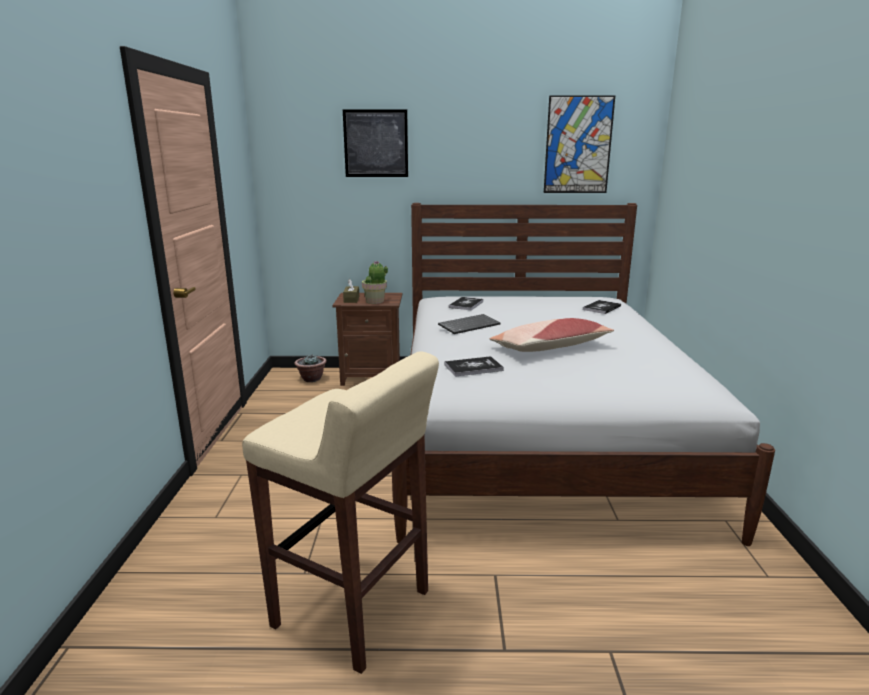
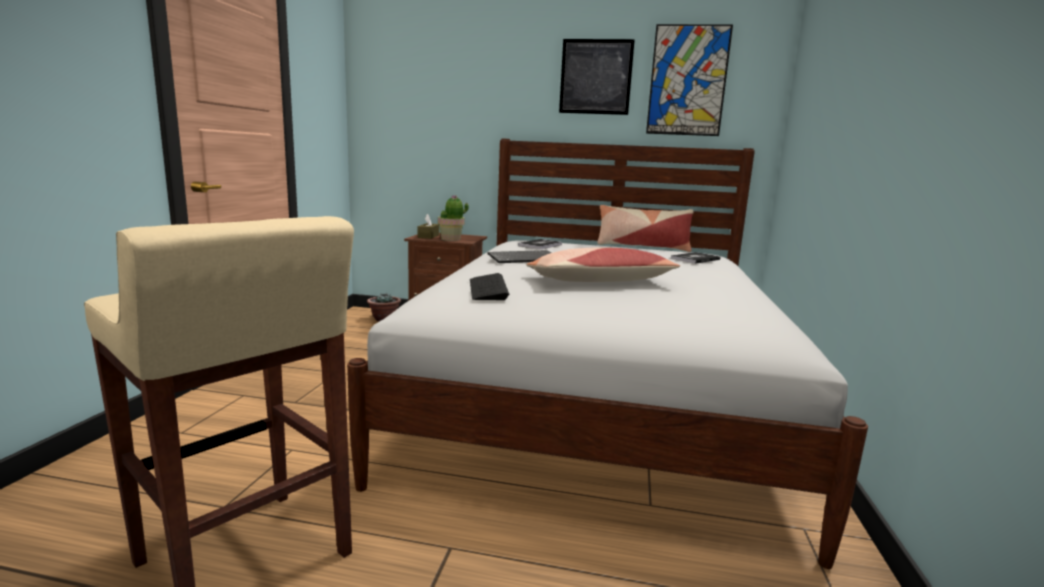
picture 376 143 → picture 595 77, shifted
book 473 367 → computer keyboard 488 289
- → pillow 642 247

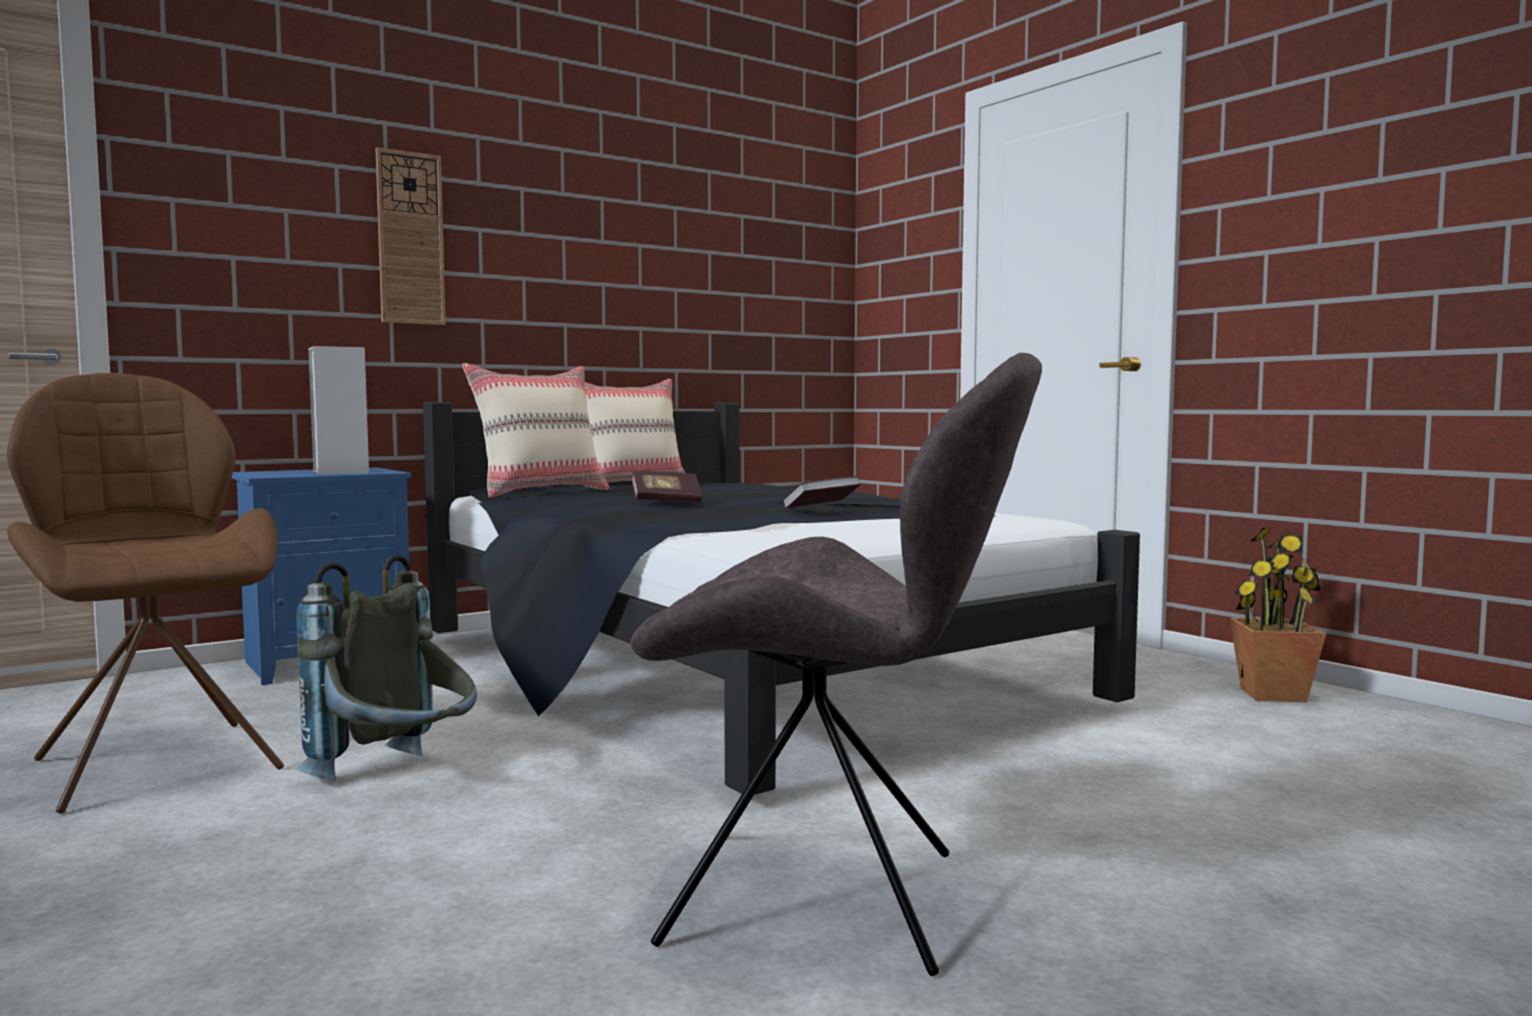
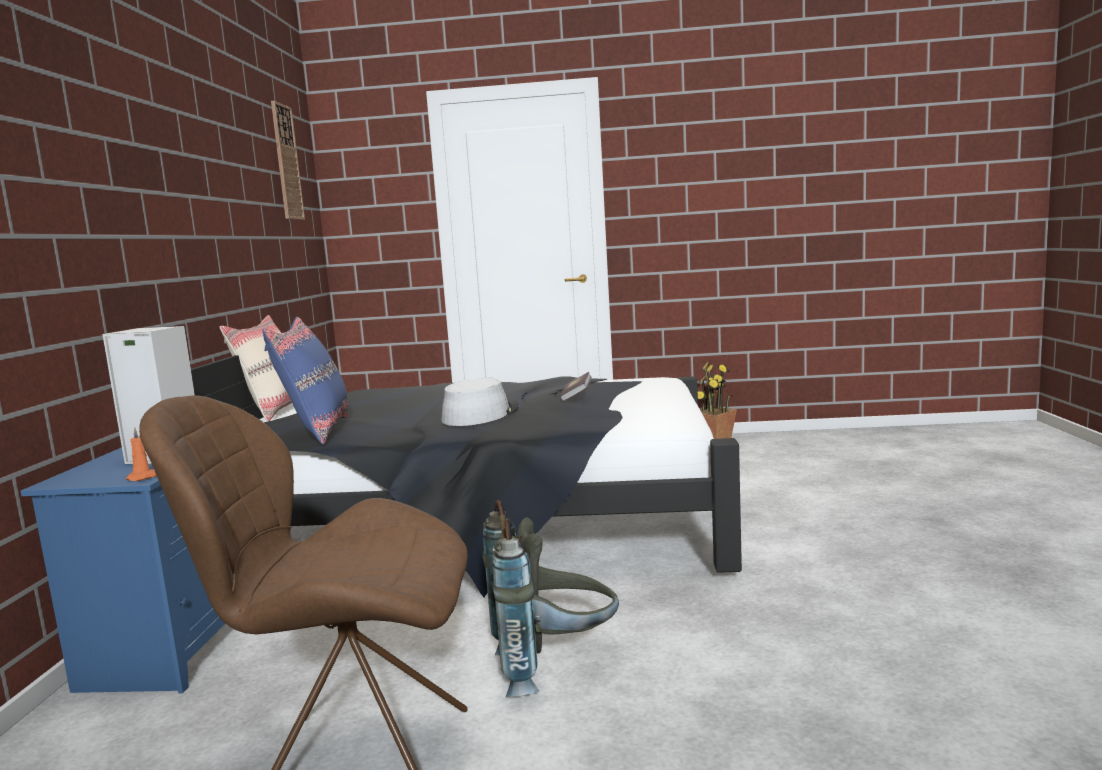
hanging clock 410 238 → hanging clock 286 162, shifted
upright chair (gray) 828 899 → -
pillow (sand-coloured) 540 492 → pillow (blue-coloured) 316 431
book 666 501 → hat (gray) 480 414
- → candle (orange) 144 477

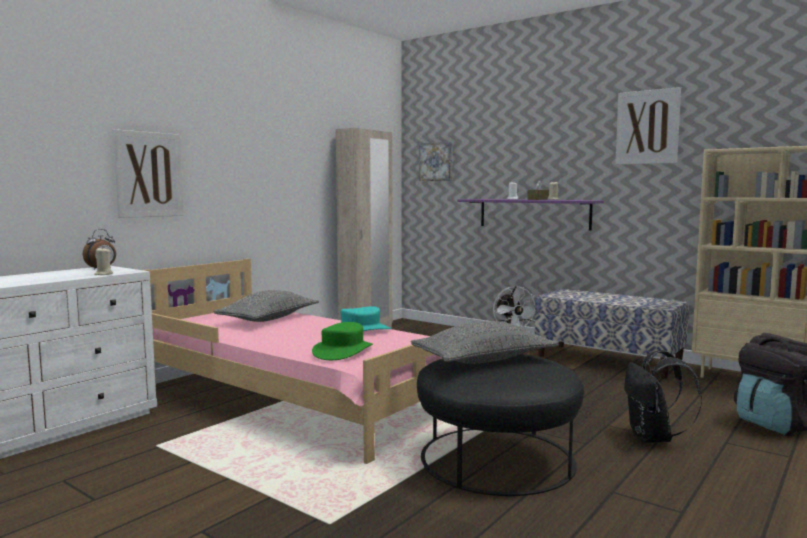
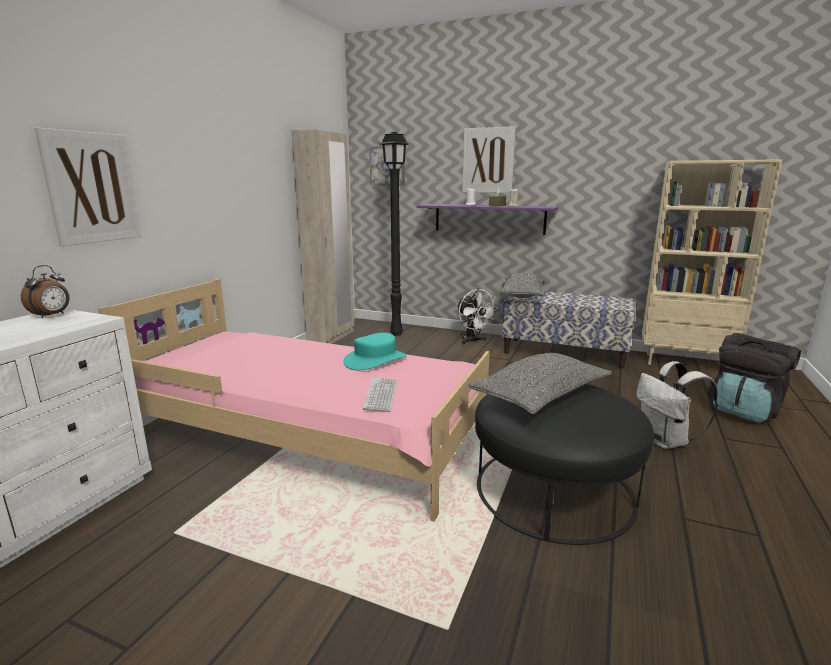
picture 647 127 → picture 488 160, shifted
candle (sand-coloured) 103 274 → -
pillow (gray) 268 319 → pillow (gray) 522 295, shifted
hat (green-coloured) 342 351 → computer keyboard 381 395
knapsack (blackish) 653 438 → knapsack (white-coloured) 666 441
- → standing lamp (blackish) 395 334

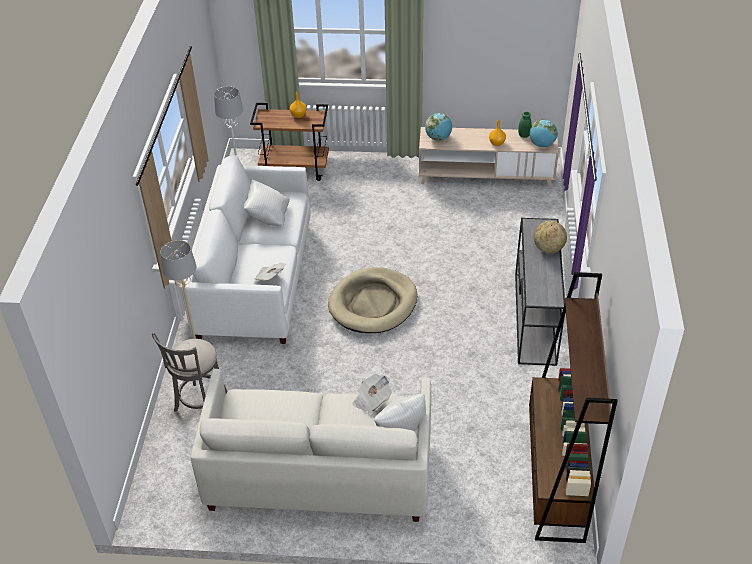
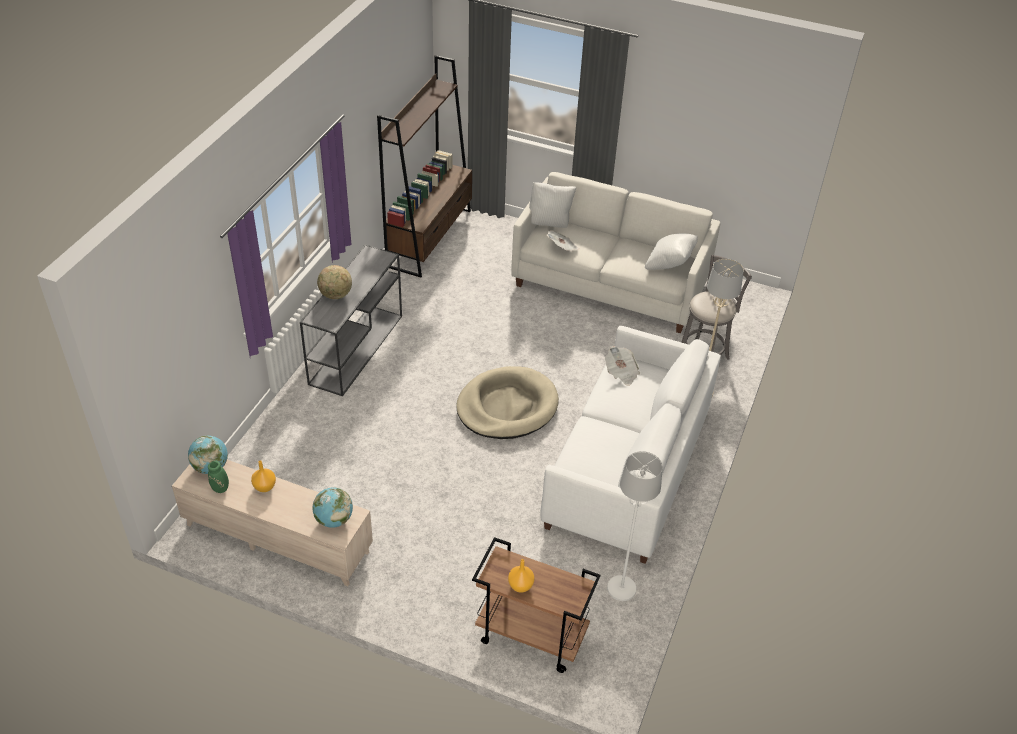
pillow (white-coloured) 268 216 → pillow (white-coloured) 669 264, shifted

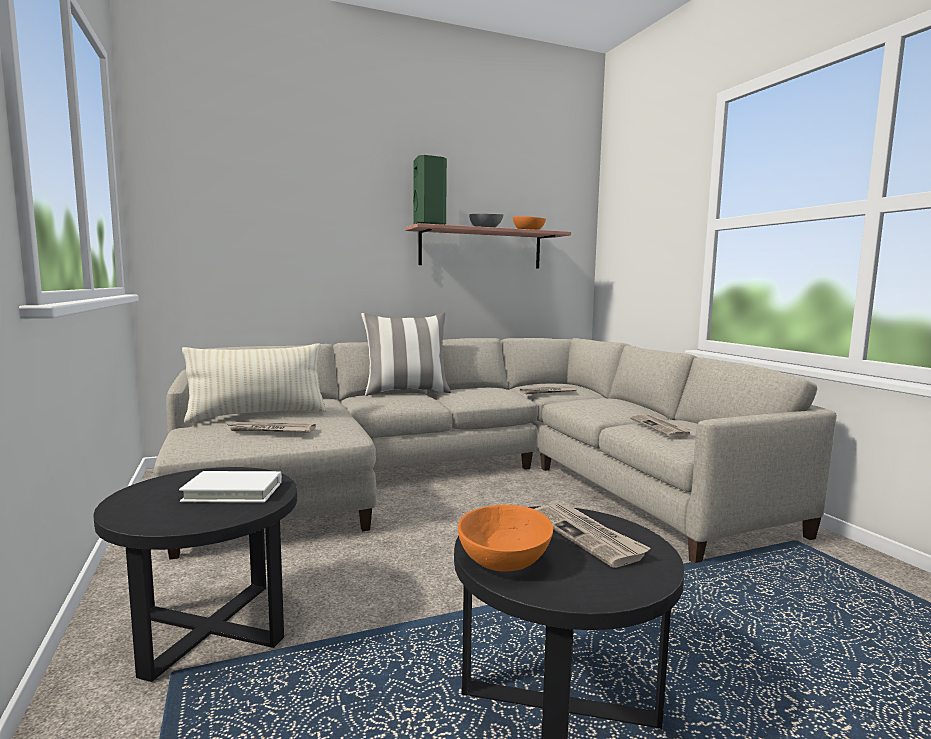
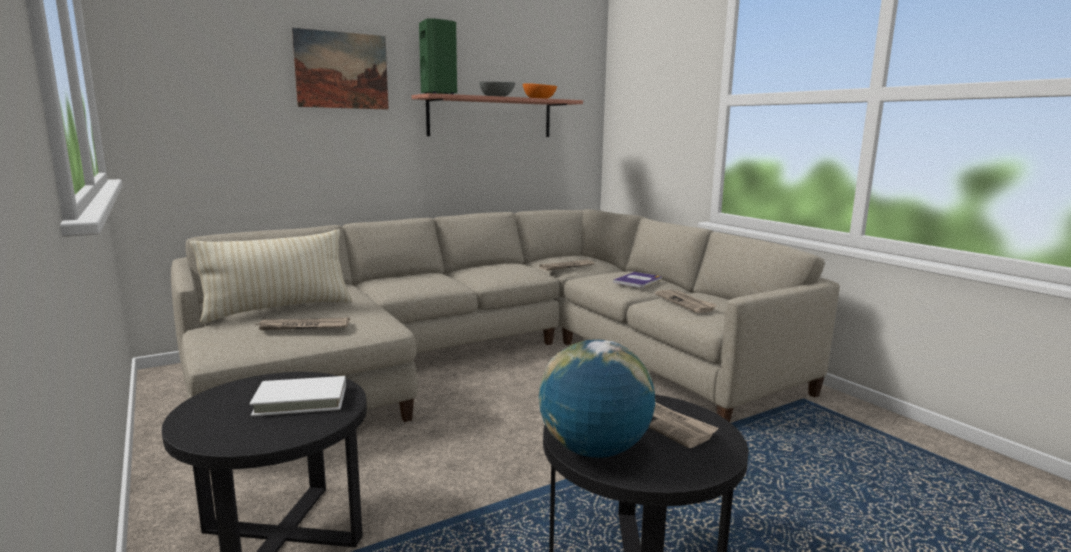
pillow 406 392 → -
deep dish (orange) 503 561 → desk globe 594 450
- → picture 342 70
- → book 638 280

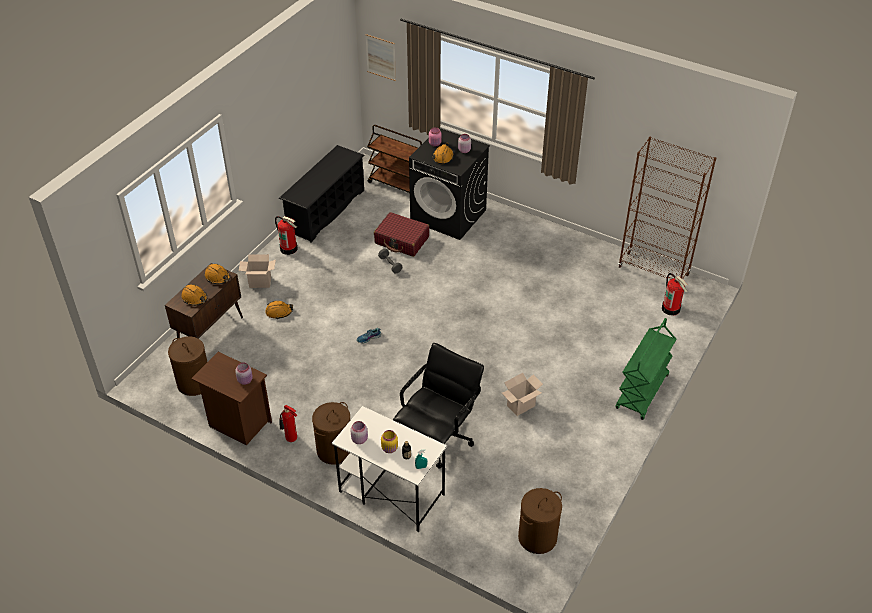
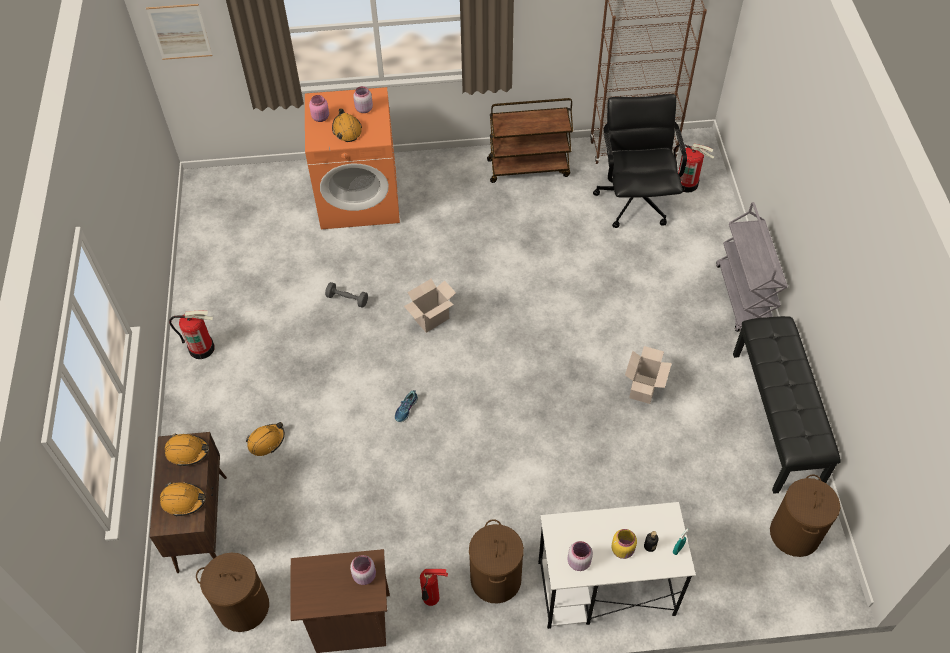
cart (brown-coloured) 398 185 → cart (brown-coloured) 529 167, shifted
laundry appliance (blackish) 449 215 → laundry appliance (orange) 359 198
shoe rack (blackish) 325 211 → -
travel case (red-coloured) 402 240 → -
cardboard box 259 283 → cardboard box 431 320, shifted
cart (green-coloured) 642 392 → cart (gray) 744 297
desk chair (blackish) 438 438 → desk chair (blackish) 635 200, shifted
- → bench (blackish) 776 418

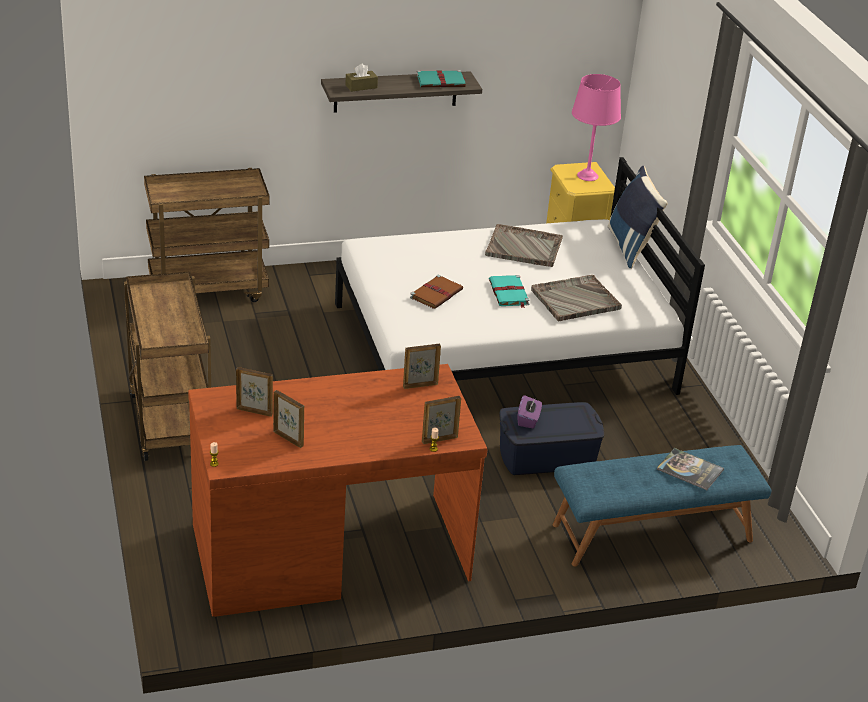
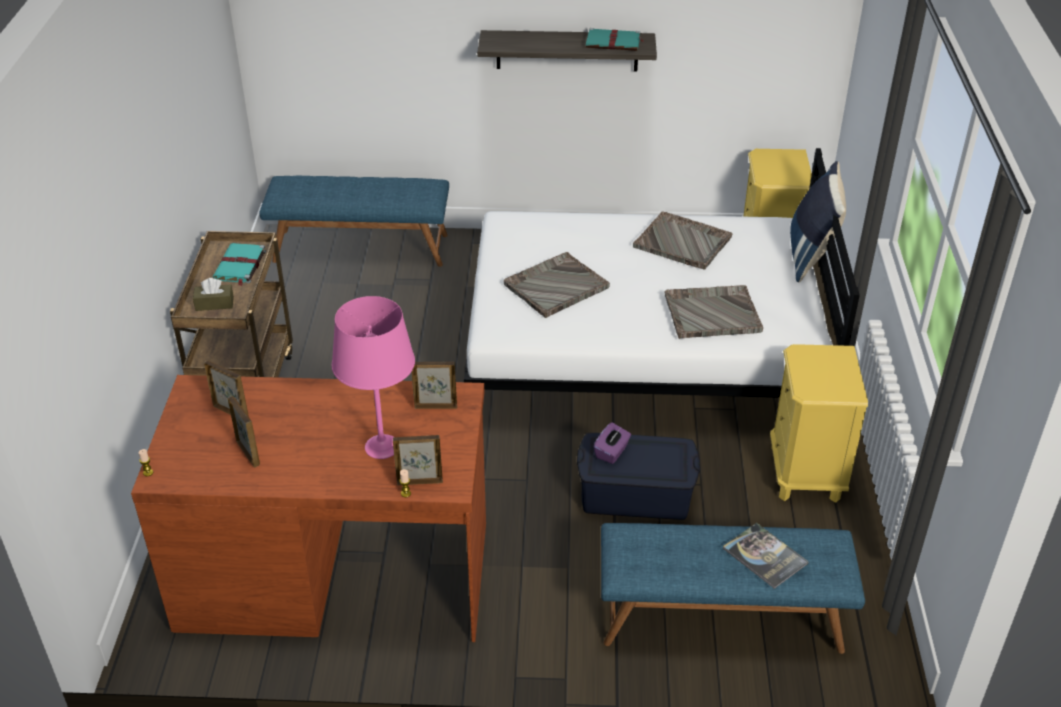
tissue holder (brown-coloured) 361 86 → tissue holder (brown-coloured) 214 304, shifted
tabletop lamp (pink-coloured) 588 176 → tabletop lamp (pink-coloured) 382 447, shifted
cart (brown-coloured) 208 290 → bench (blue-coloured) 361 247
book (brown-coloured) 437 293 → serving tray (gray) 555 286
book (blue-green) 509 293 → book (blue-green) 239 266, shifted
- → nightstand (yellow-coloured) 806 473

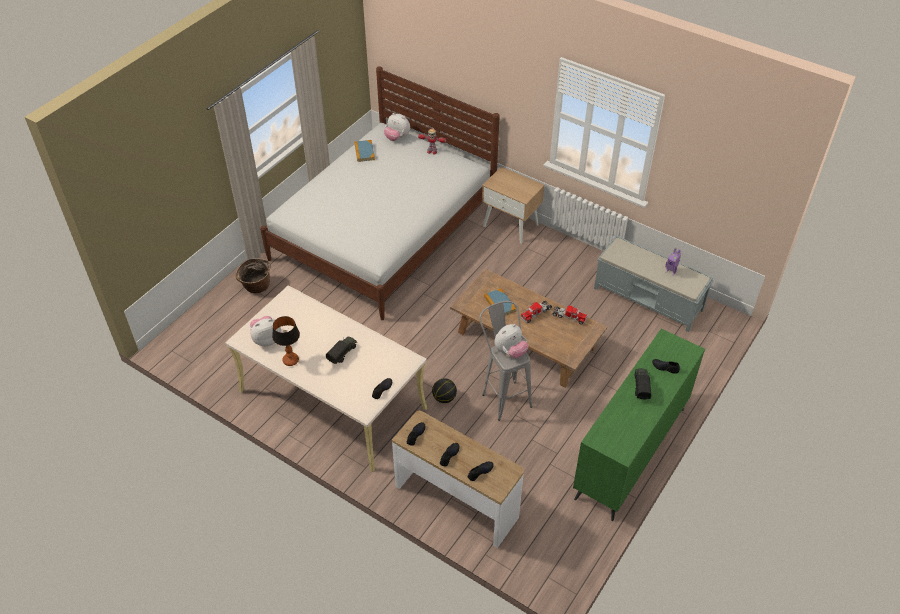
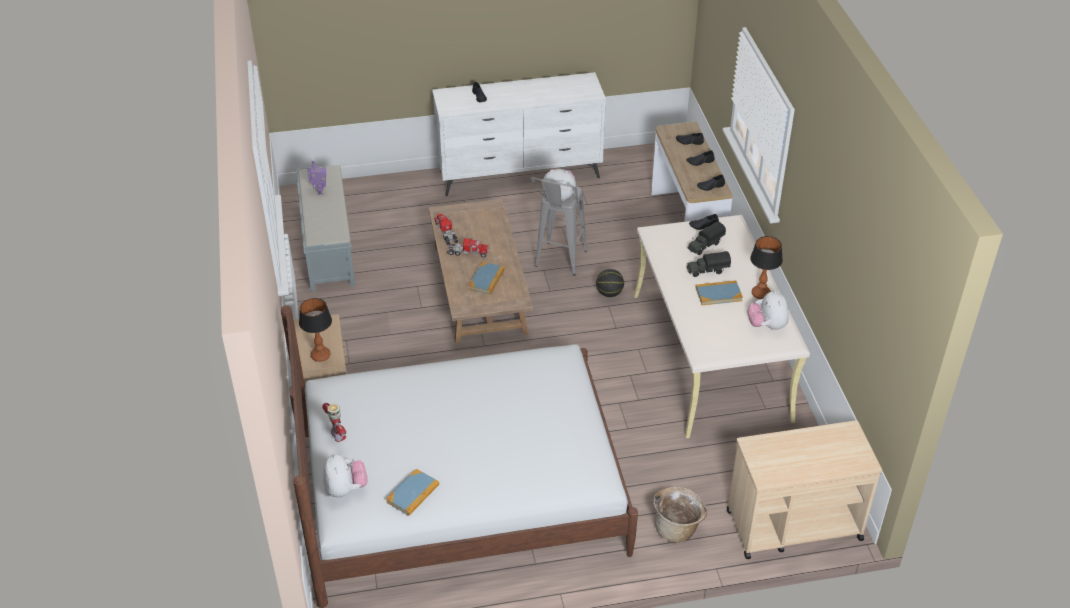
cuddly toy 266 339 → cuddly toy 767 326, 60 degrees clockwise
dresser (green-coloured) 630 453 → dresser (white-coloured) 520 175
model truck 641 387 → model truck 705 245, shifted
- → book 718 294
- → tabletop lamp 321 356
- → cart (sand-coloured) 792 525

